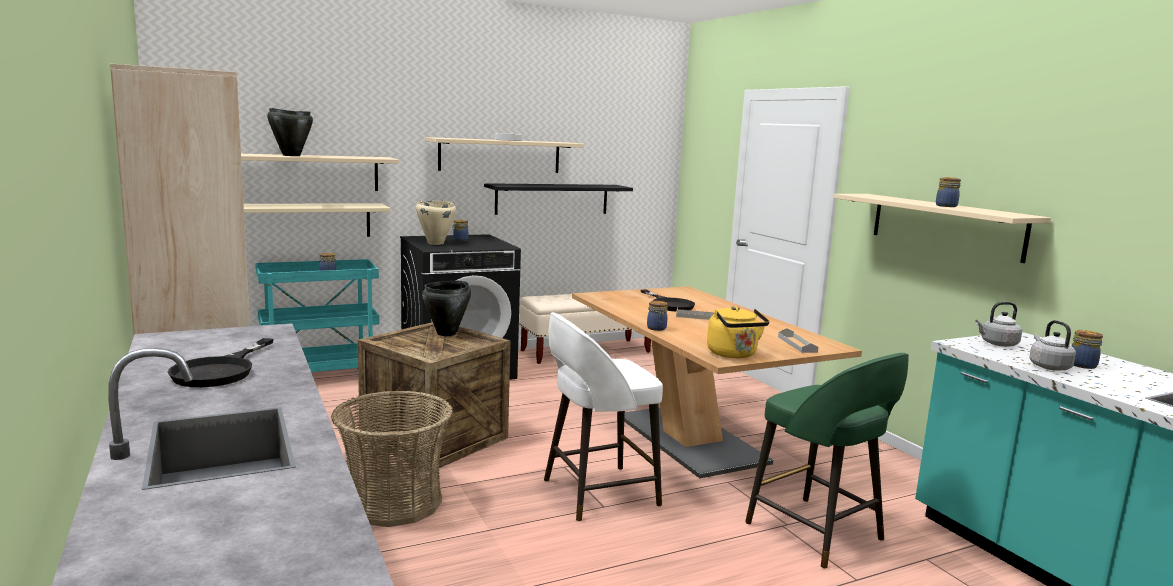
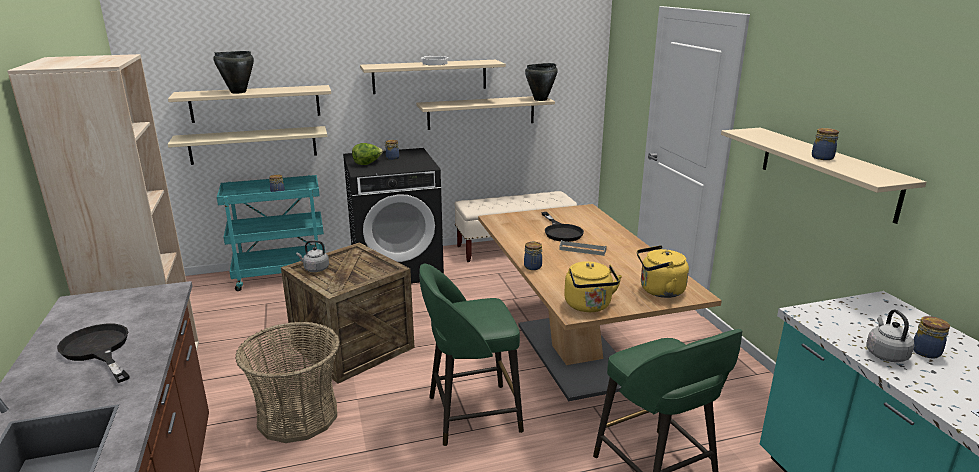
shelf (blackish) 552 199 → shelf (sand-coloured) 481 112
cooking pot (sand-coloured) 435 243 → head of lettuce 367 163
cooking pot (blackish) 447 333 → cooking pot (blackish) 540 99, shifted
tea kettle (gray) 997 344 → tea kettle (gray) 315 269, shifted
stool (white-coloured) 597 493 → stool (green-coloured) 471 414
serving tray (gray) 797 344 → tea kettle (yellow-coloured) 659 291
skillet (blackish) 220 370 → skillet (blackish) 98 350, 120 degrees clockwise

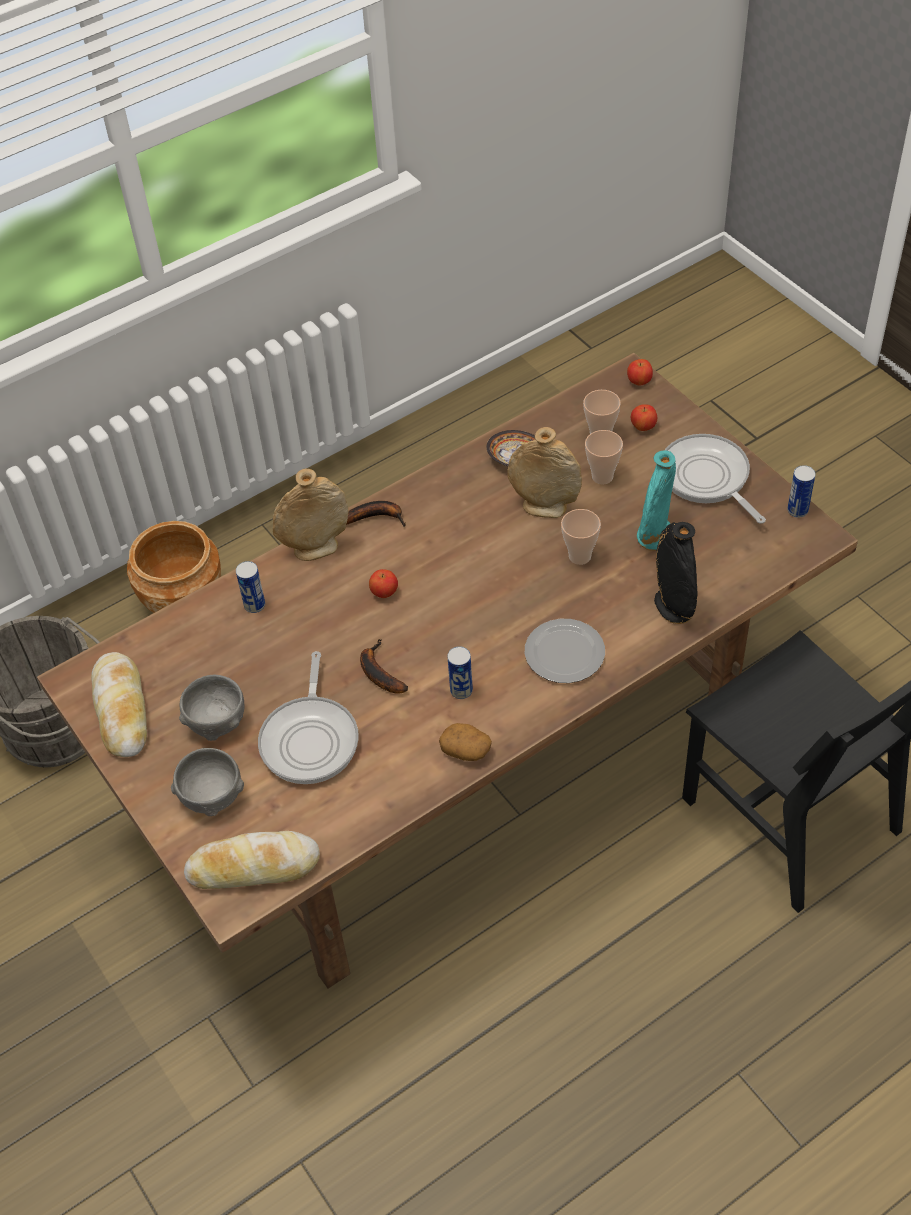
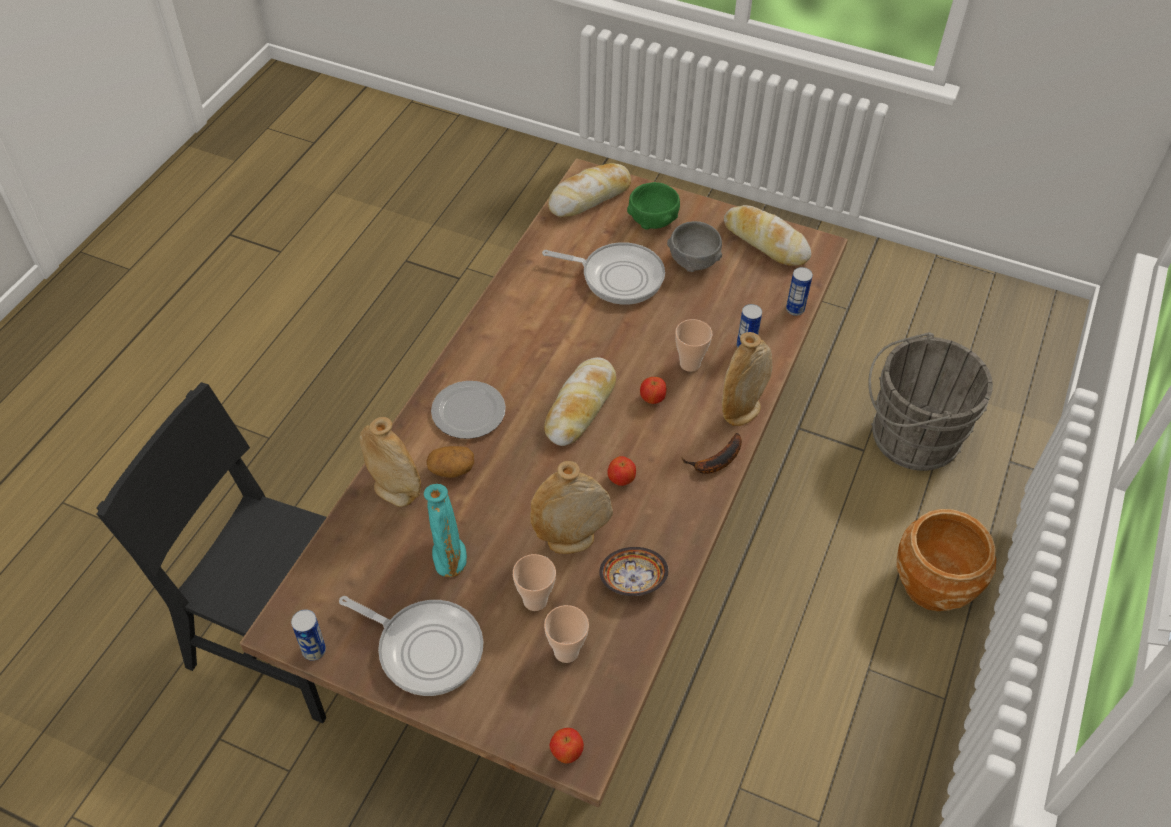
apple fruit 643 427 → apple fruit 621 479, shifted
drinking cup 580 556 → drinking cup 690 364, shifted
vase (blackish) 673 607 → vase (sand-coloured) 395 491
whole banana 378 672 → -
metal can 461 690 → metal can 795 309, shifted
skillet 311 739 → skillet 617 277, 135 degrees clockwise
whole potato 466 750 → whole potato 451 469, shifted
deep dish (gray) 212 795 → deep dish (green-coloured) 653 221
- → bakery bread 580 407

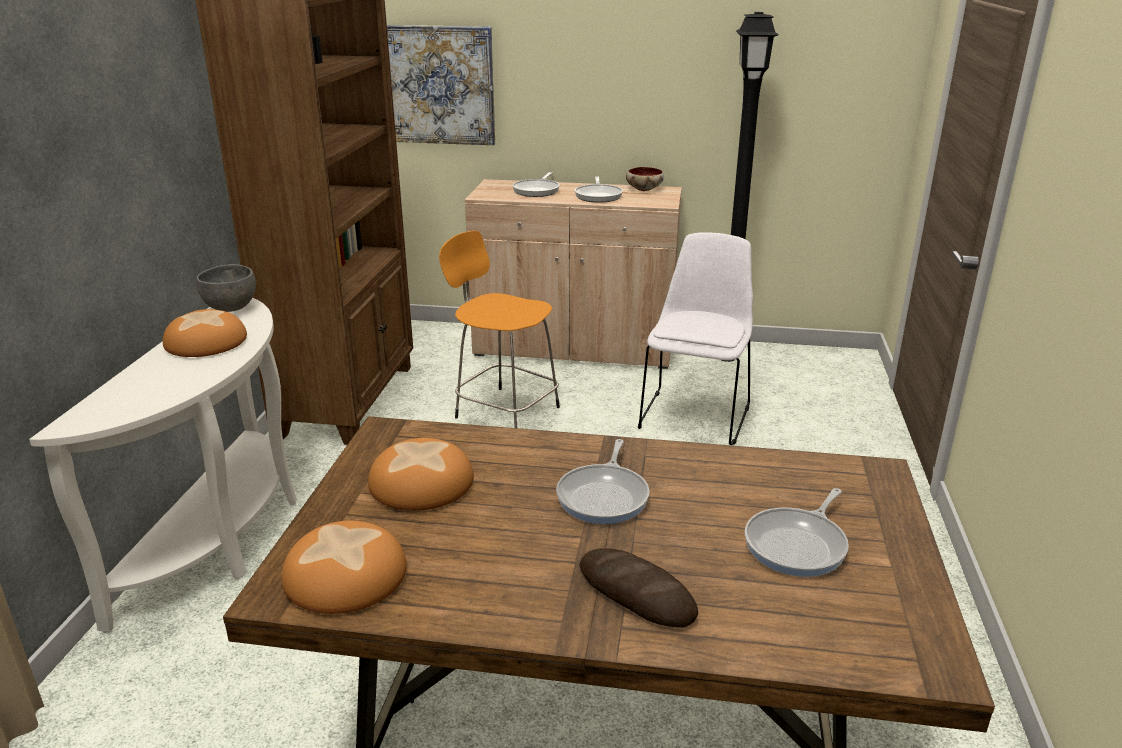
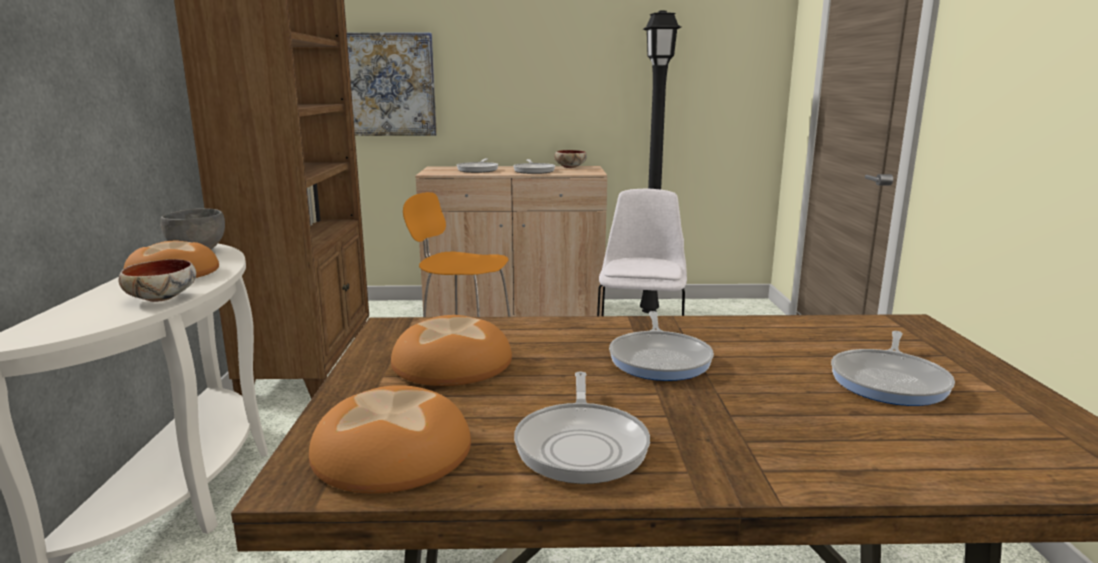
bakery bread 636 593 → -
- → deep dish 162 298
- → skillet 582 445

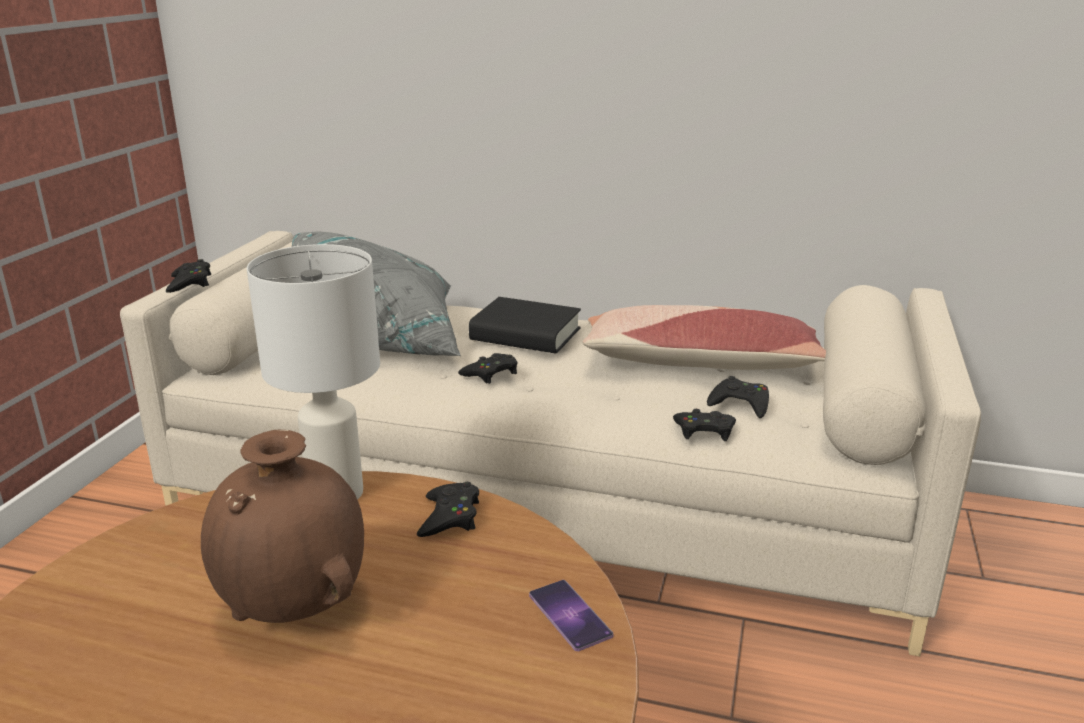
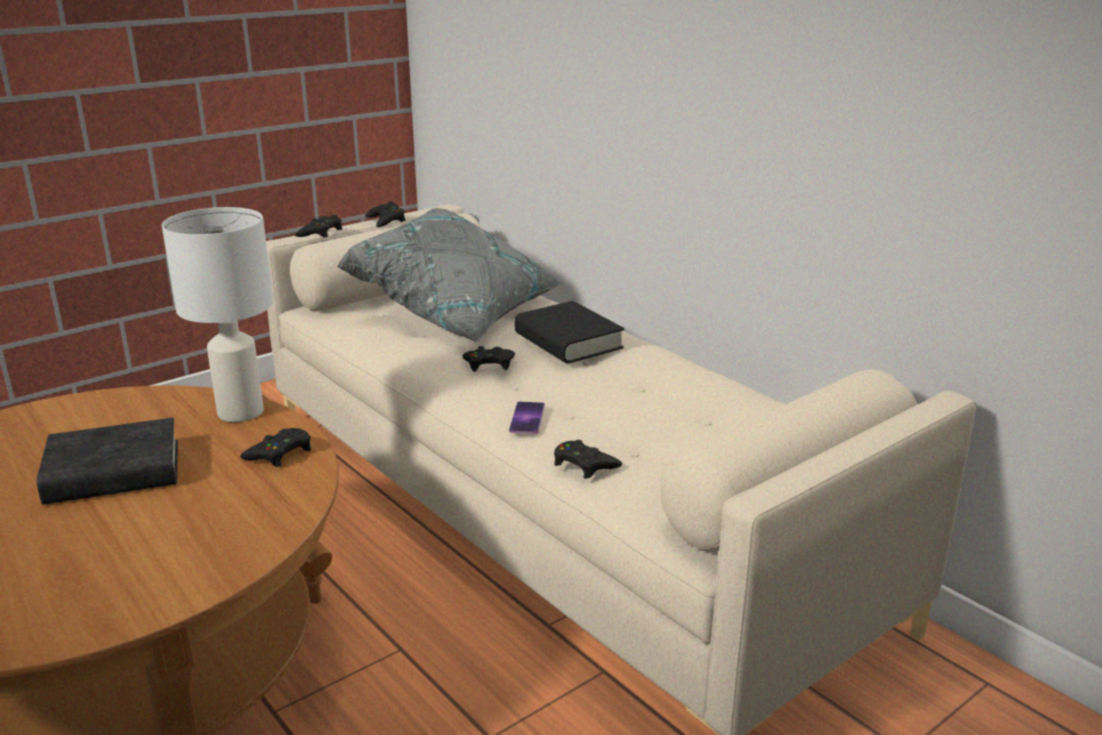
pillow 699 363 → -
gamepad (blackish) 740 404 → gamepad (blackish) 386 220, shifted
vase (brown-coloured) 295 609 → book (blackish) 114 473
phone 569 615 → phone 527 418, shifted

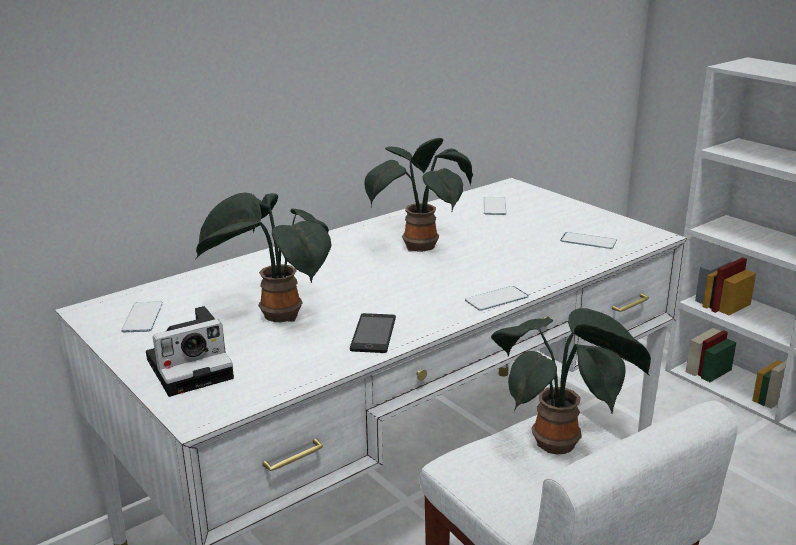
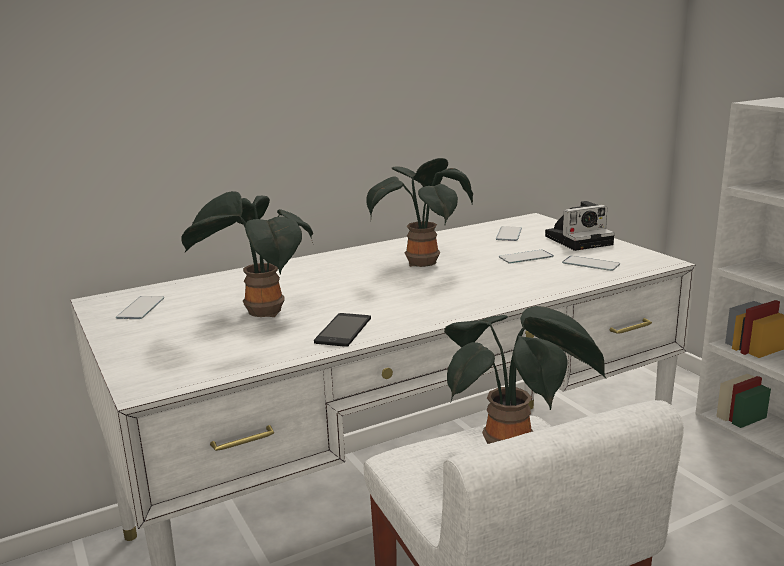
phone 496 299 → phone 526 257, shifted
photo camera 192 367 → photo camera 580 240, shifted

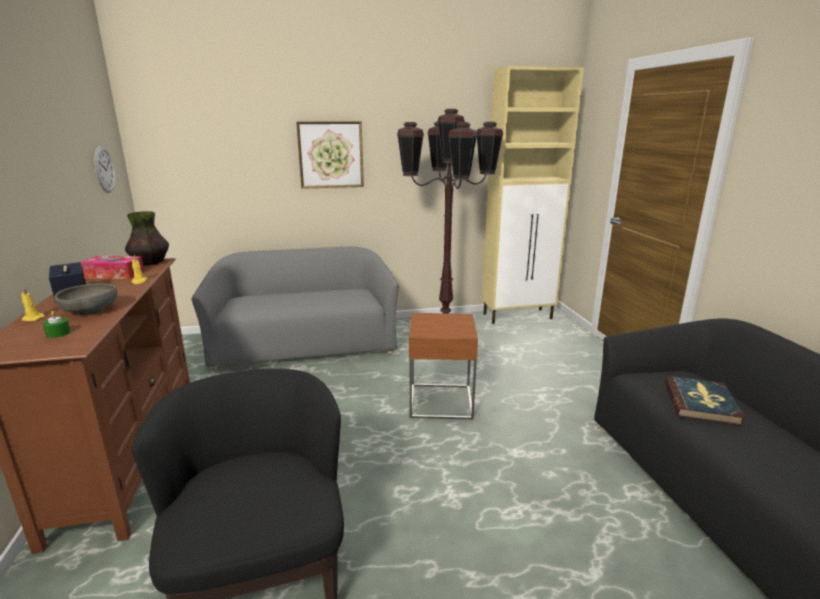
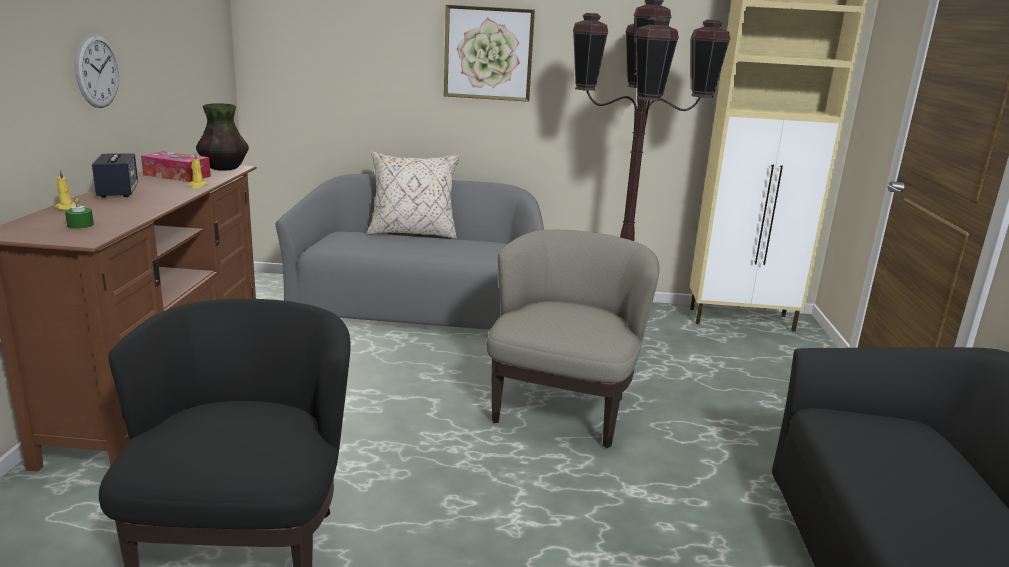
hanging clock 104 169 → hanging clock 97 71, shifted
deep dish (gray) 90 311 → -
accent table (brown-coloured) 441 401 → lounge chair (sand-coloured) 563 408
book 701 403 → -
- → pillow (sand-coloured) 413 233

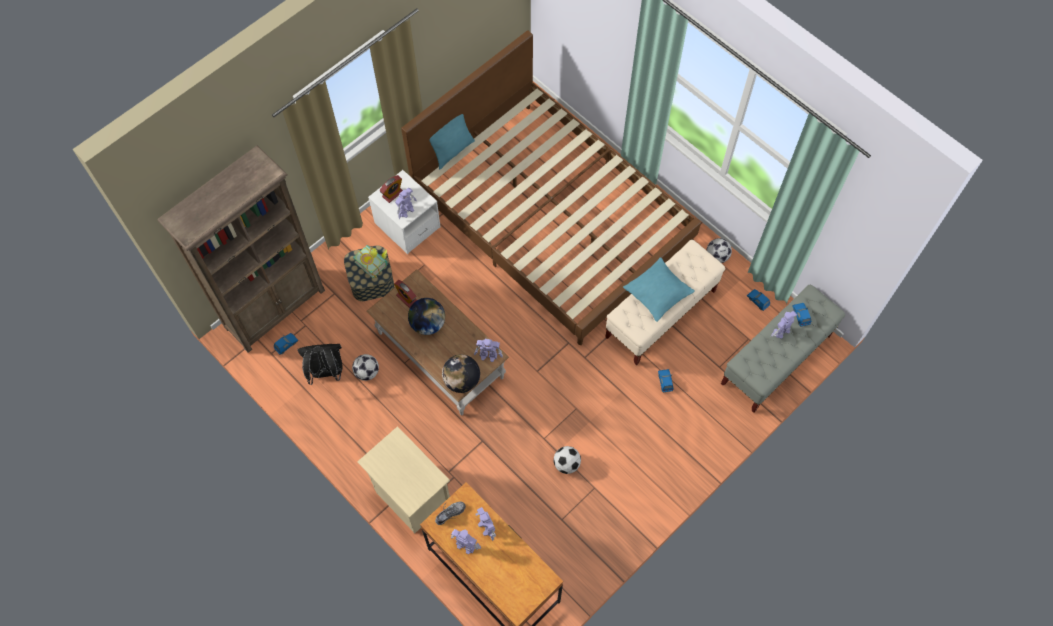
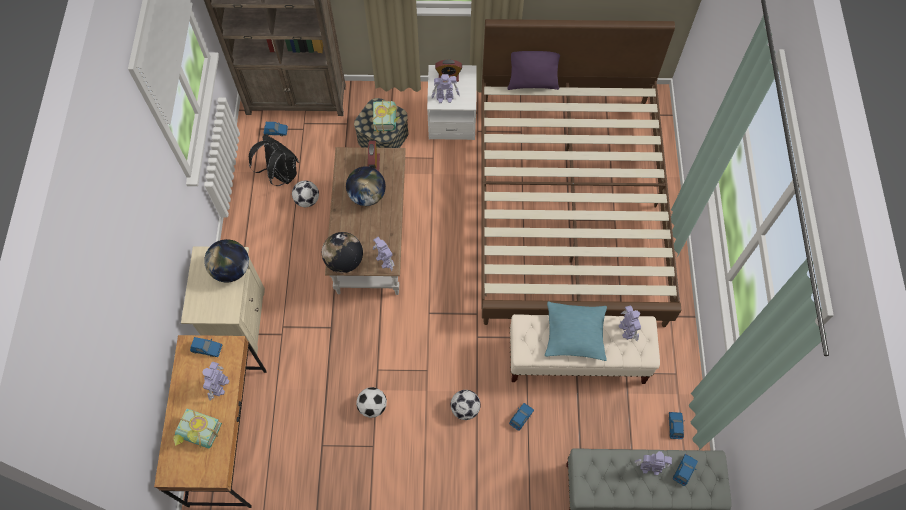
pillow (blue-green) 452 151 → pillow (purple) 532 83
football 717 256 → football 465 408, shifted
item of footwear 450 513 → toy car (blue-coloured) 207 348
toy robot 465 545 → toy robot 626 329, shifted
- → desk globe 231 269
- → book 198 435

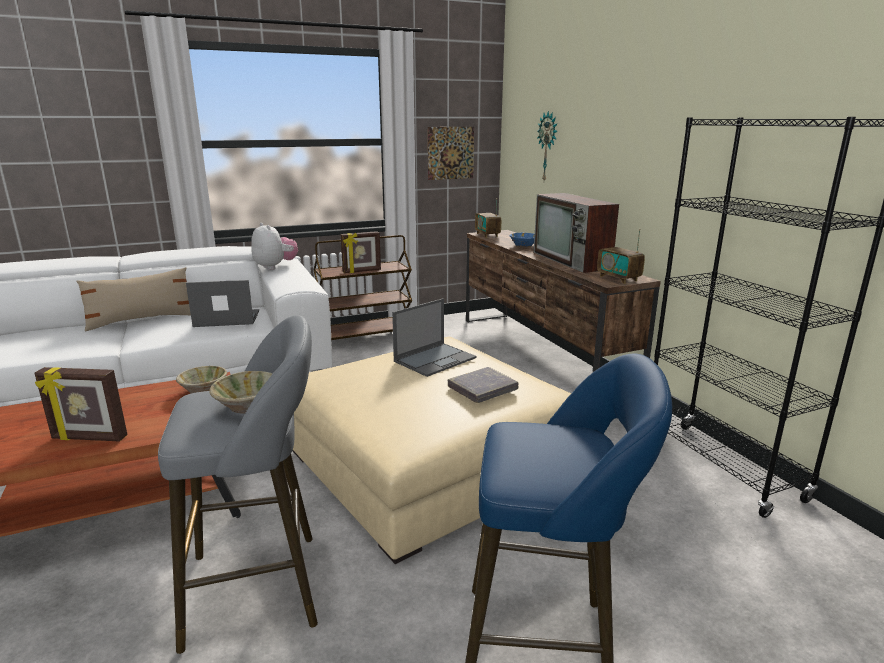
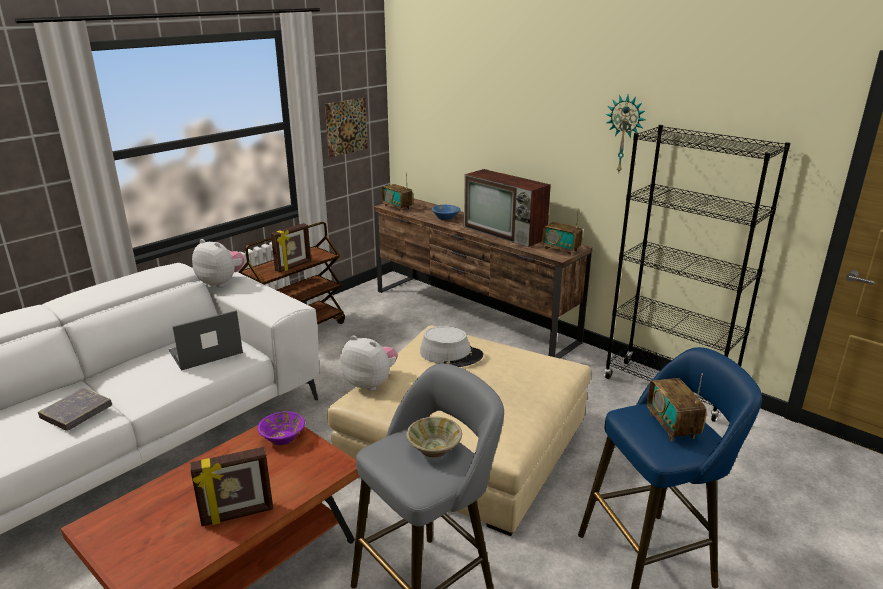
hanging clock 548 147 → hanging clock 624 134, shifted
pillow (sand-coloured) 142 320 → -
portable computer 435 359 → hat (gray) 451 354
deep dish (sand-coloured) 204 390 → deep dish (purple) 283 437
book (gray) 482 389 → book (gray) 76 412, shifted
- → cuddly toy 370 383
- → radio set 672 426

